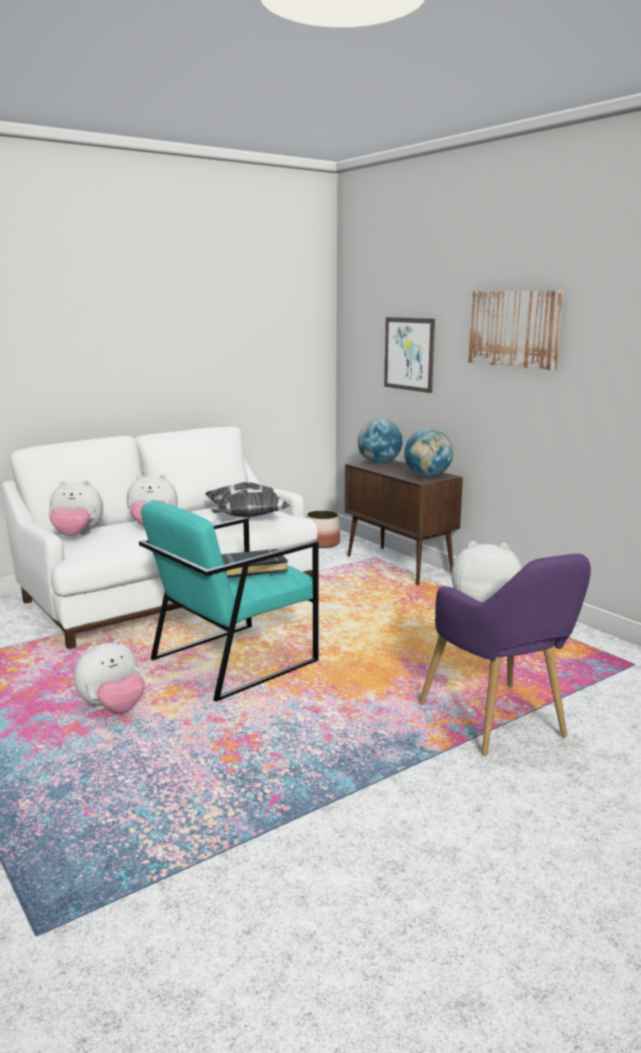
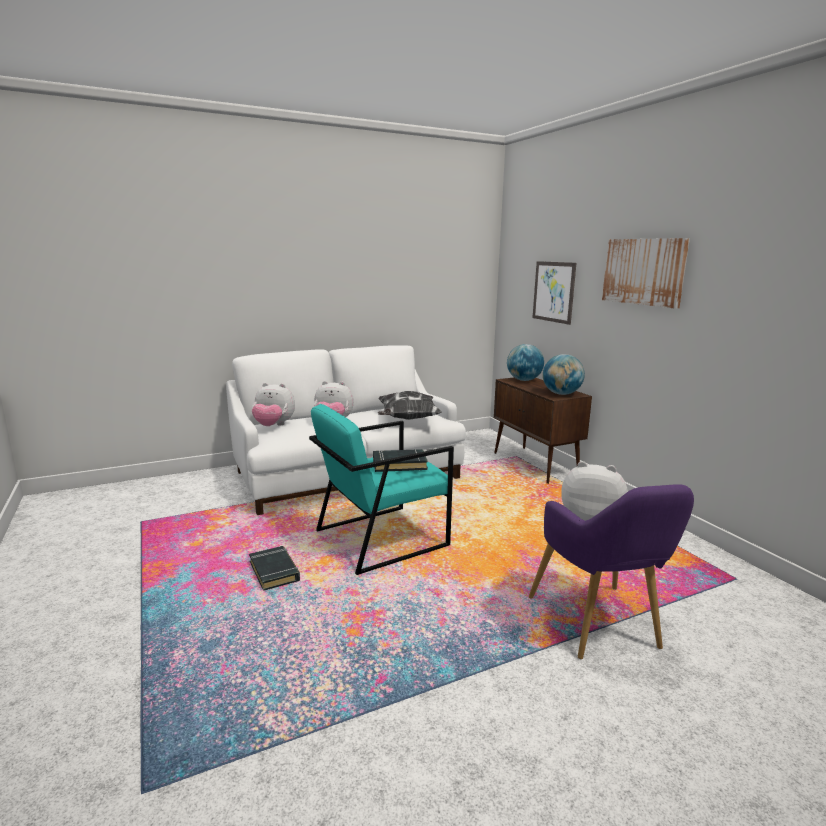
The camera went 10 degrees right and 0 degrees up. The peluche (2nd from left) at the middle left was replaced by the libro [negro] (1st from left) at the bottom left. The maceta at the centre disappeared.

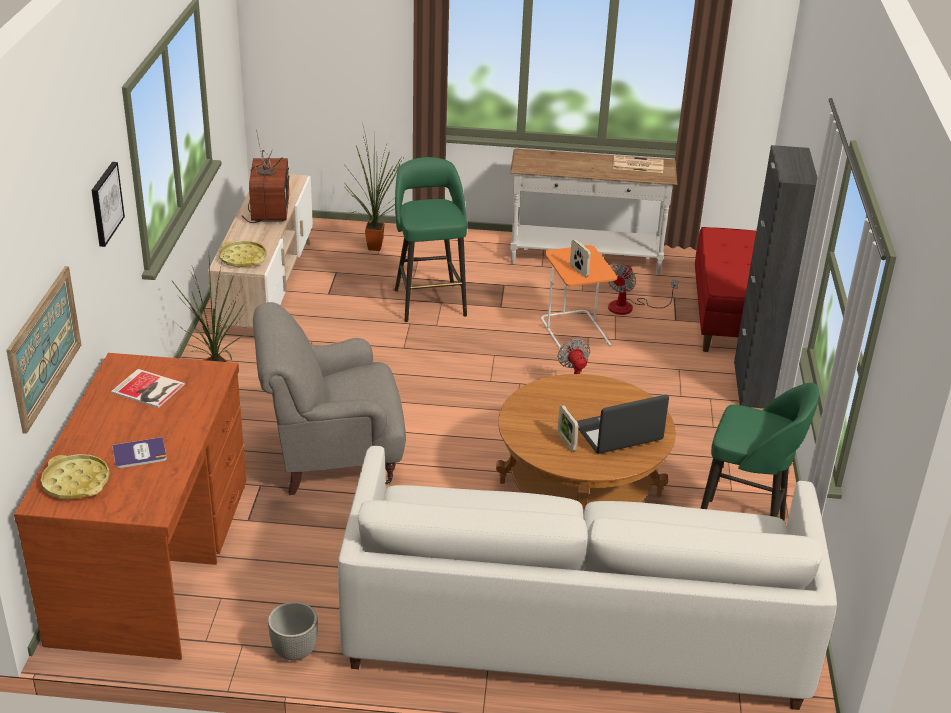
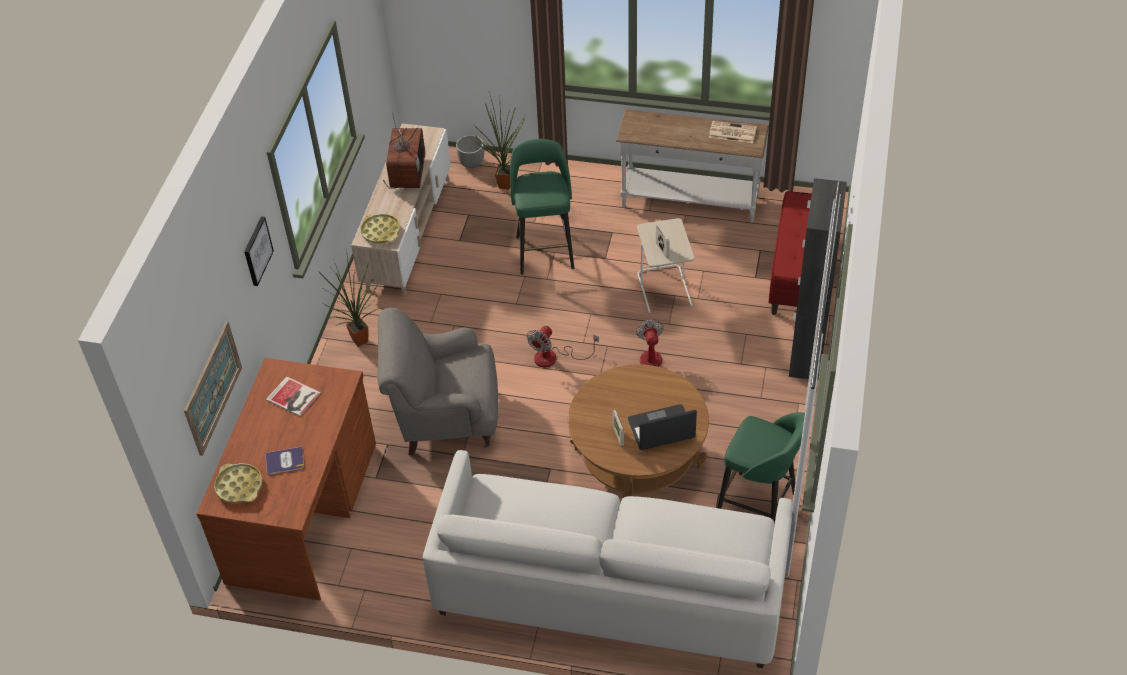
The camera went 10 degrees right and 15 degrees up. The maceta moved from the bottom left to the top centre. The ventilador (2nd from left in the first image) moved from the middle right to the centre. The mesa auxiliar [naranja] at the centre became the mesa auxiliar [beis] at the centre.

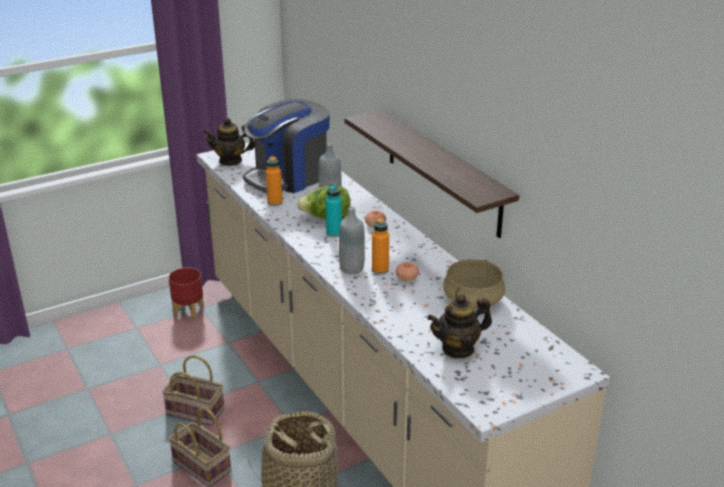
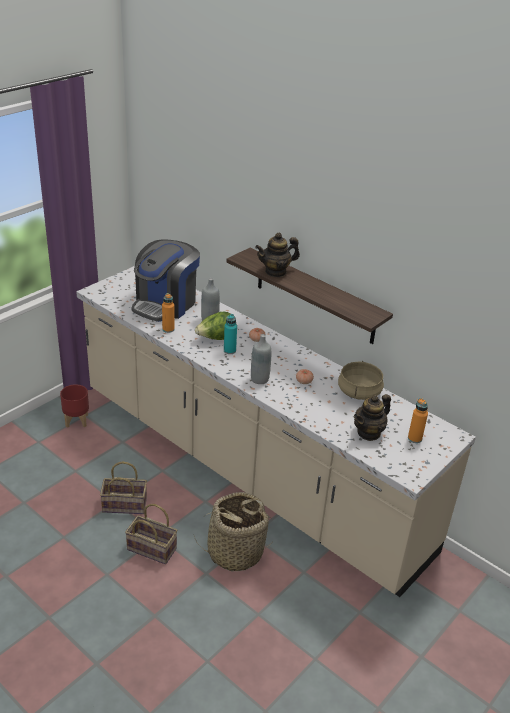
The camera went 20 degrees left and 5 degrees up. The tetera (1st from left) moved from the top left to the centre. The botella [naranja] (2nd from left) moved from the centre to the middle right.

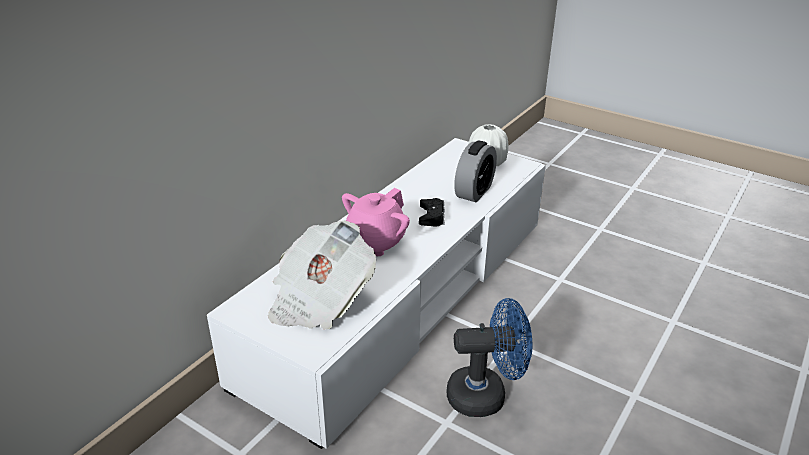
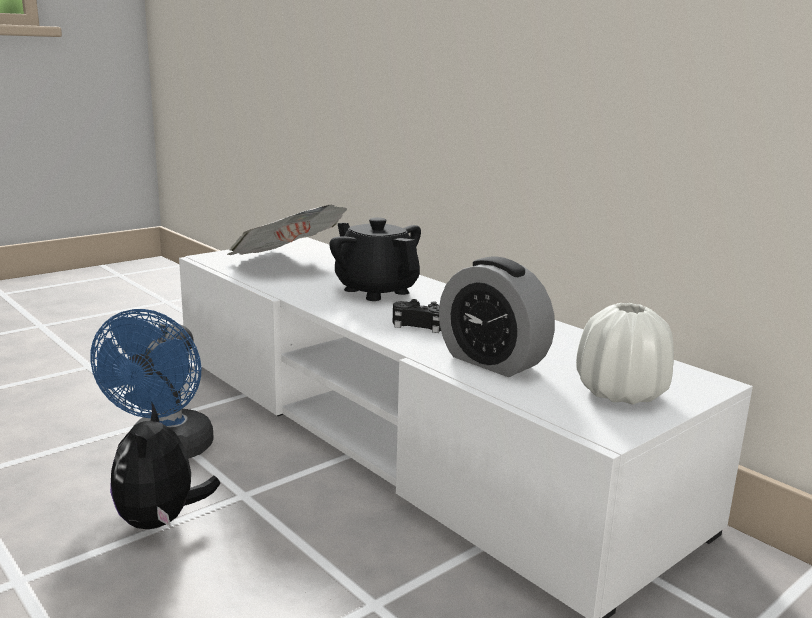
The camera went 105 degrees right and 15 degrees down. The peluche at the bottom left appeared. The tetera [rosa] at the centre became the tetera [negro] at the centre.

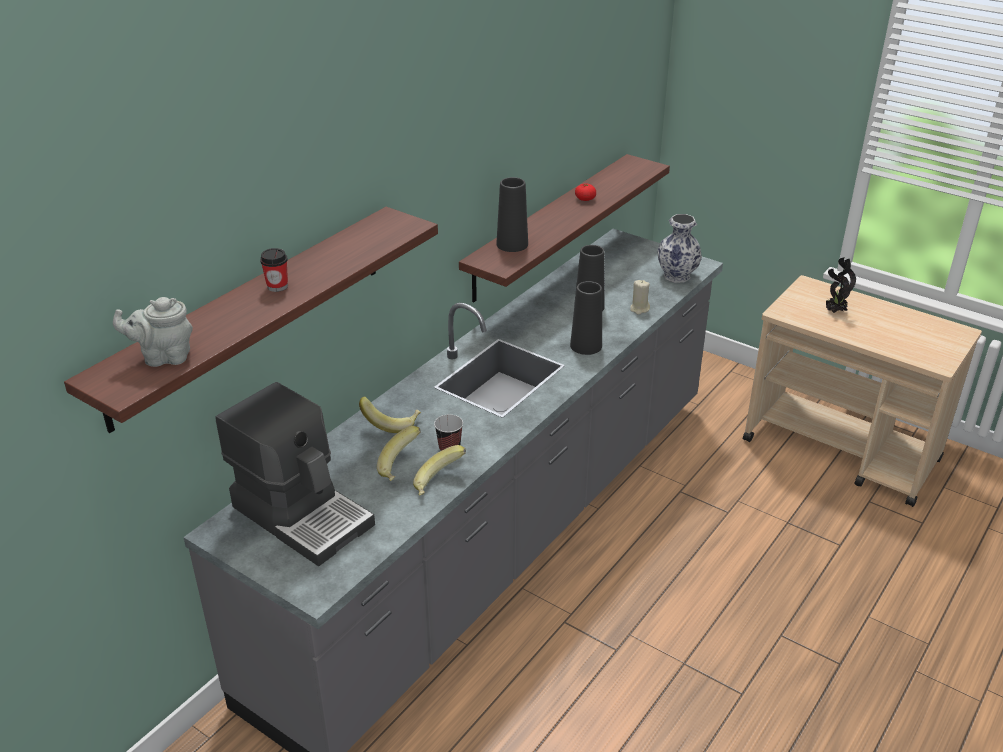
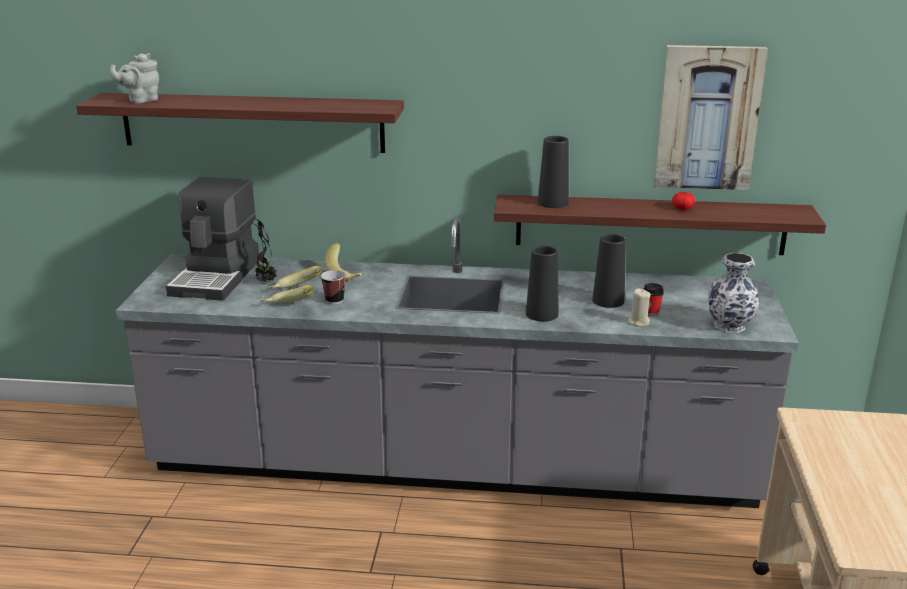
The camera went 60 degrees right and 10 degrees down. The tetera [gris] at the middle left turned 90 degrees counterclockwise. The planta en maceta moved from the middle right to the middle left. The taza (1st from left in the first image) moved from the middle left to the middle right. The cuadro at the top right appeared.

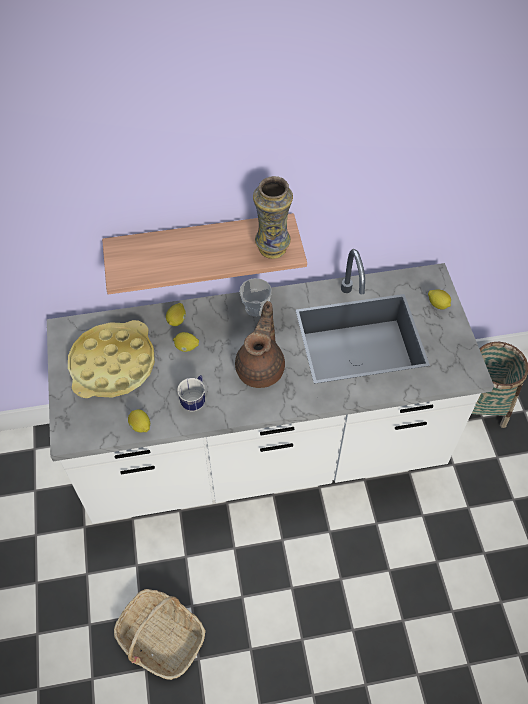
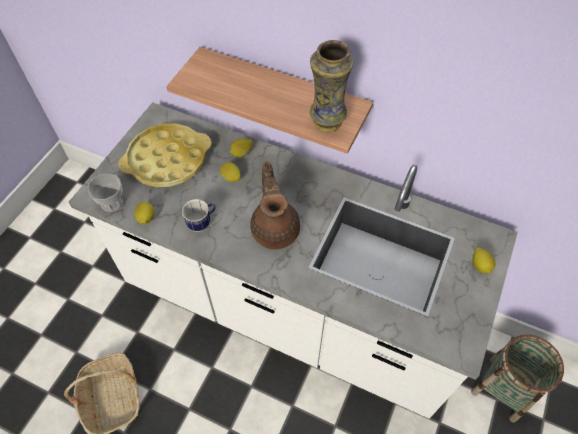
The camera went 35 degrees right and 0 degrees up. The taza moved from the centre to the middle left. The tetera [marrón] at the centre turned 60 degrees counterclockwise.

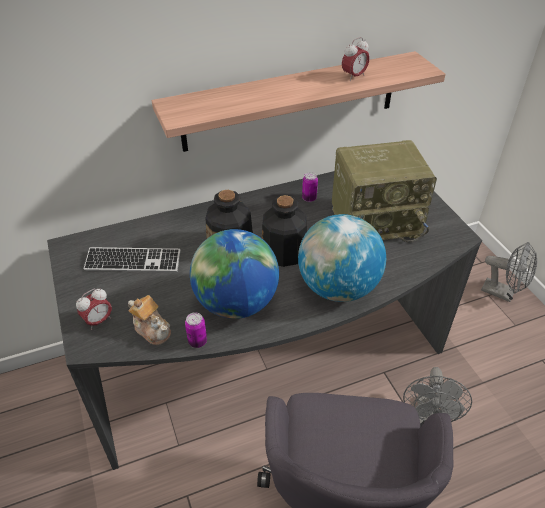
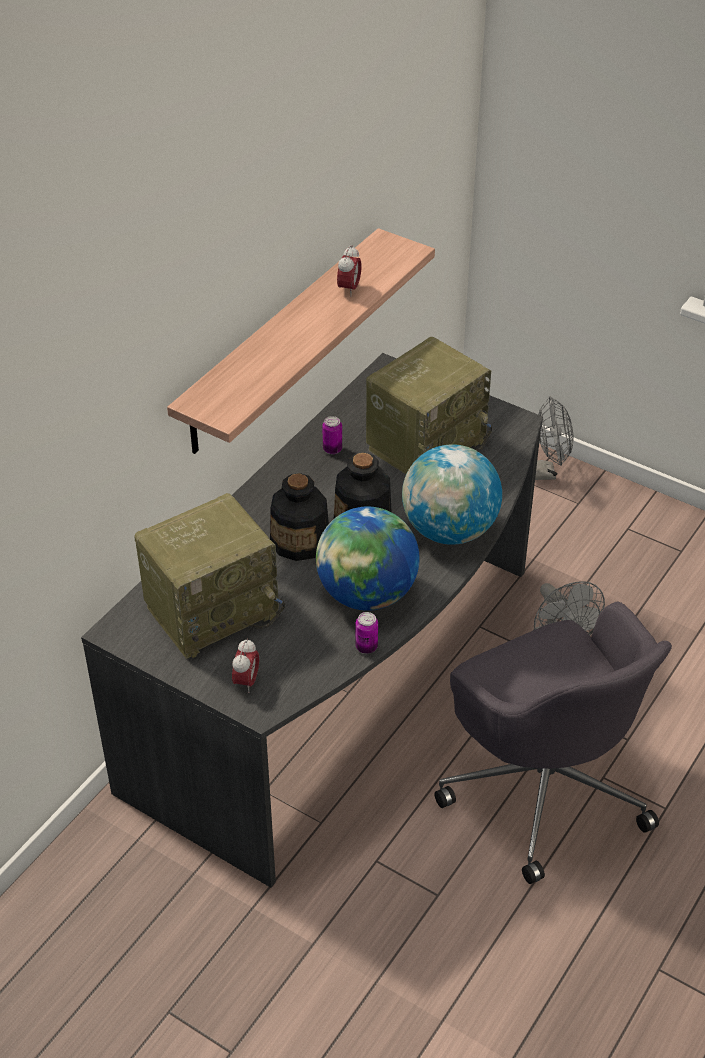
The camera went 35 degrees left and 0 degrees up. The teclado at the middle left was replaced by the radio (1st from left) at the middle left. The tetera at the middle left disappeared.

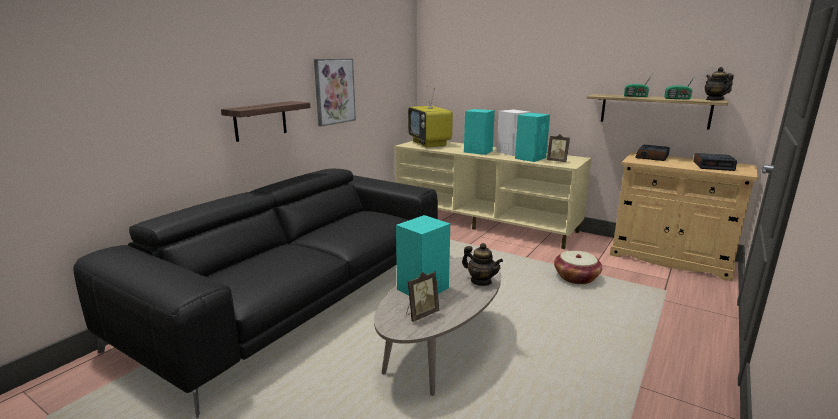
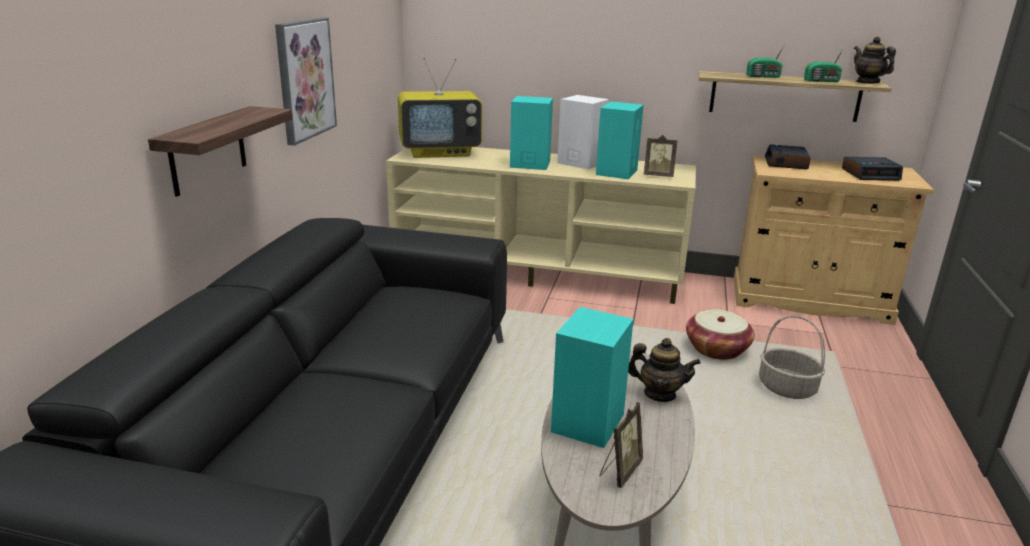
The camera went 20 degrees left and 5 degrees up. The televisor at the top centre turned 60 degrees counterclockwise. The cesta (2nd from left) at the middle right appeared.

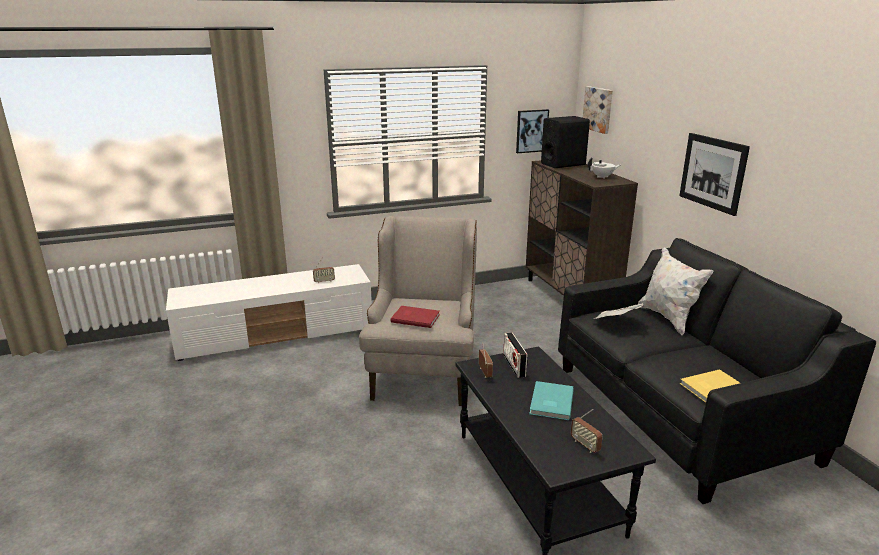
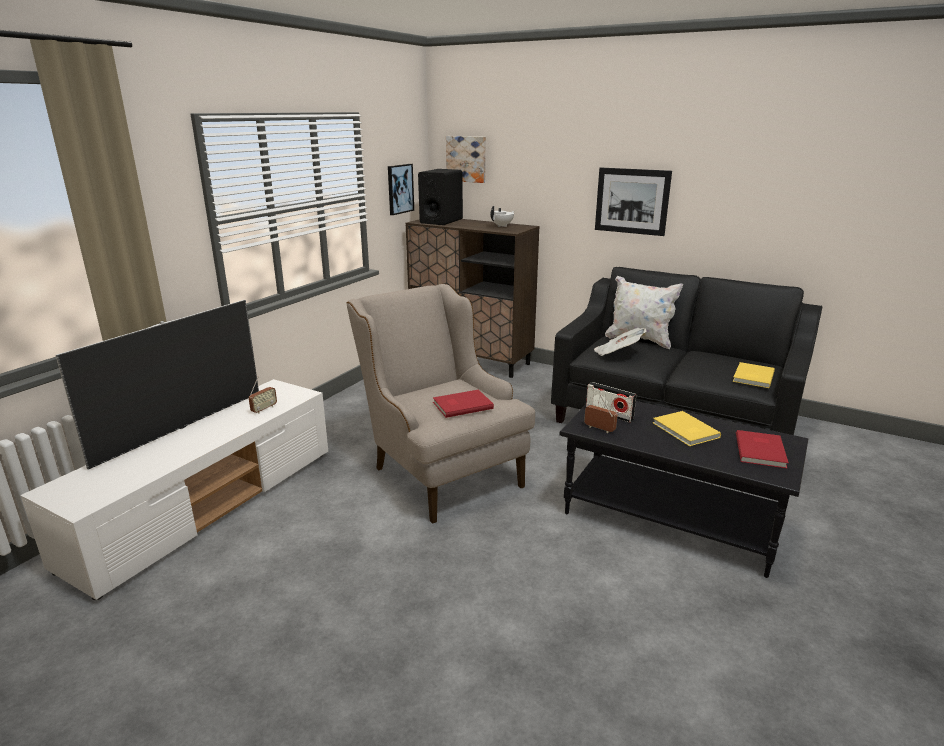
The camera went 40 degrees left and 0 degrees up. The televisor at the middle left appeared. The libro [turquesa] at the bottom centre became the libro [amarillo] (1st from left) at the middle right. The radio (4th from left) at the bottom right was replaced by the libro [rojo] (2nd from left) at the middle right.

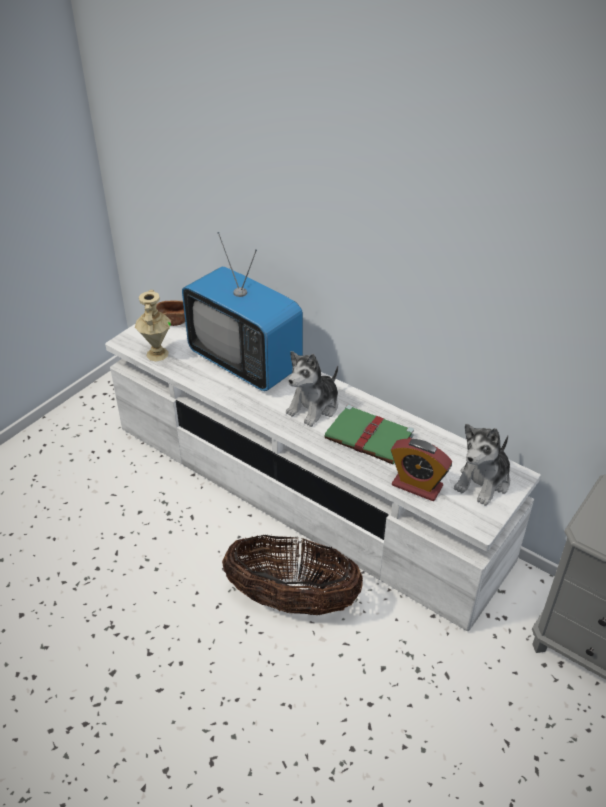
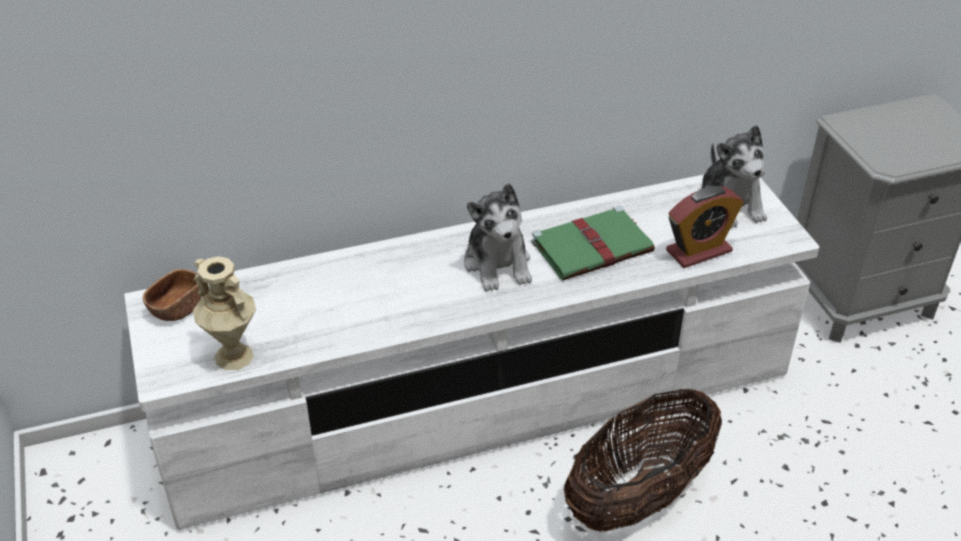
The camera went 55 degrees left and 0 degrees up. The televisor at the centre disappeared.

